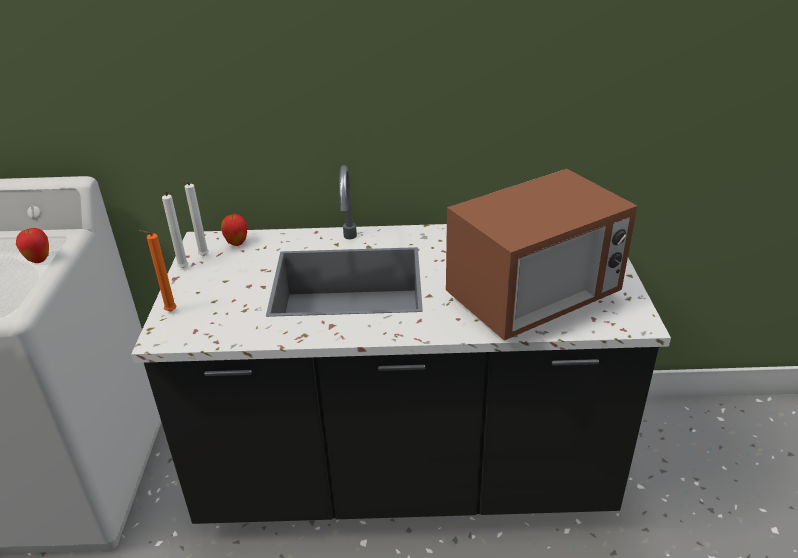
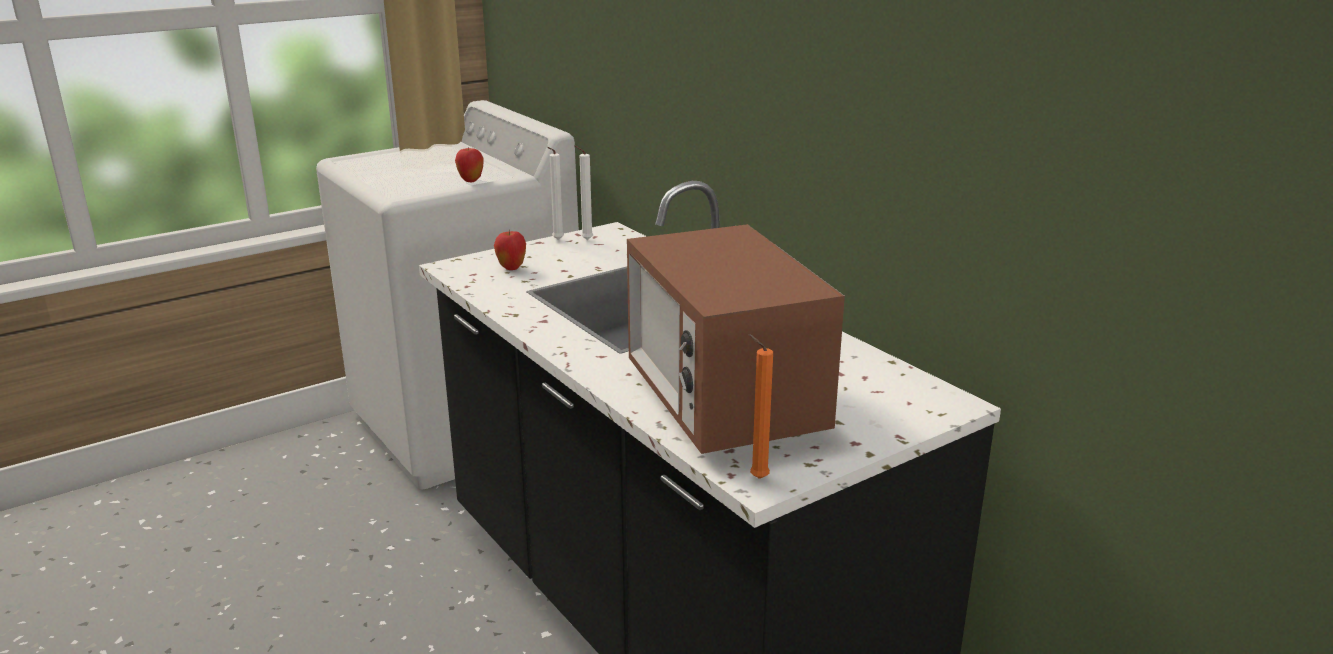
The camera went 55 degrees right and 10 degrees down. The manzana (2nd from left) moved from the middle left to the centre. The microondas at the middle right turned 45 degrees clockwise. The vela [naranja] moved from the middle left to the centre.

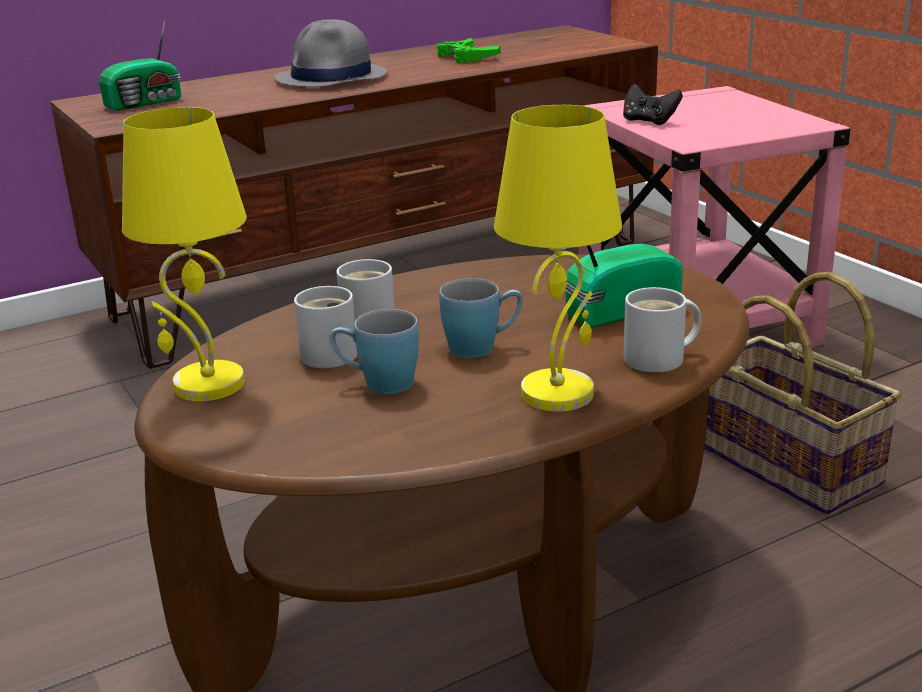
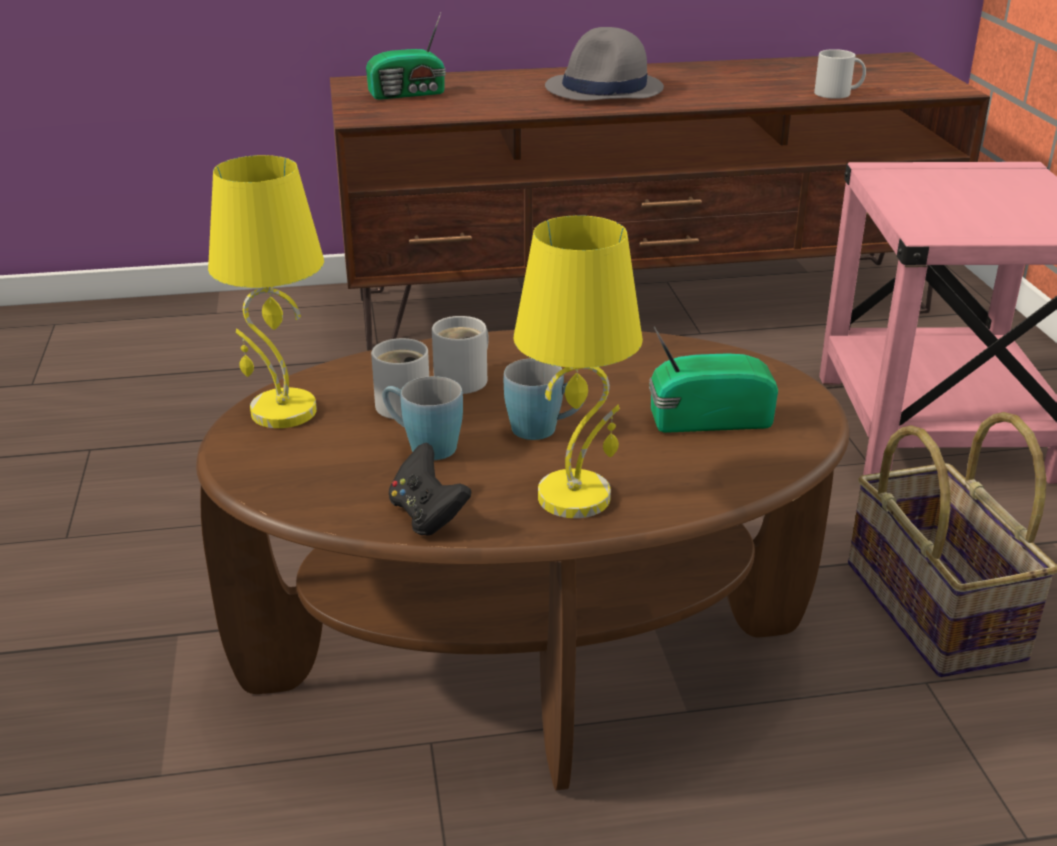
The camera went 20 degrees right and 5 degrees up. The mando de consola [negro] moved from the top right to the centre. The taza grande [blanco] (3rd from left) moved from the middle right to the top right. The mando de consola [verde] at the top centre disappeared.

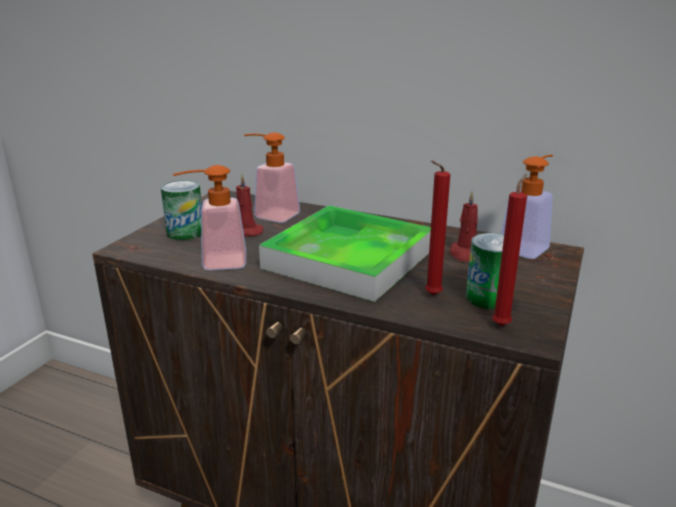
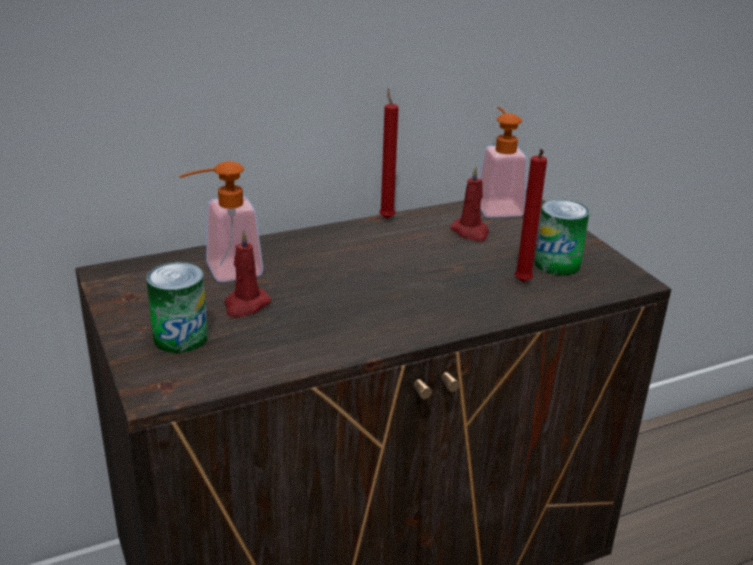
The camera went 50 degrees left and 5 degrees up. The vela [rojo] (4th from left in the first image) moved from the middle right to the top centre. The dispensador de jabón (1st from left) at the middle left disappeared. The bandeja at the centre disappeared.

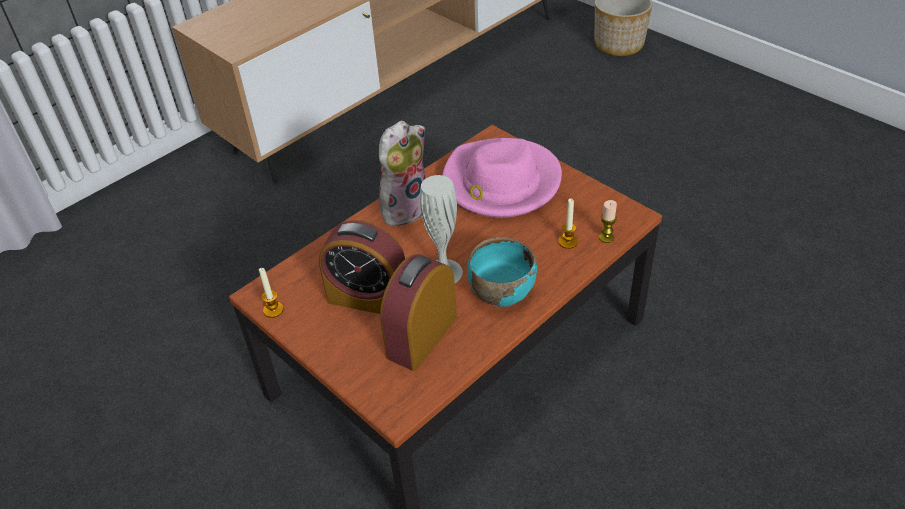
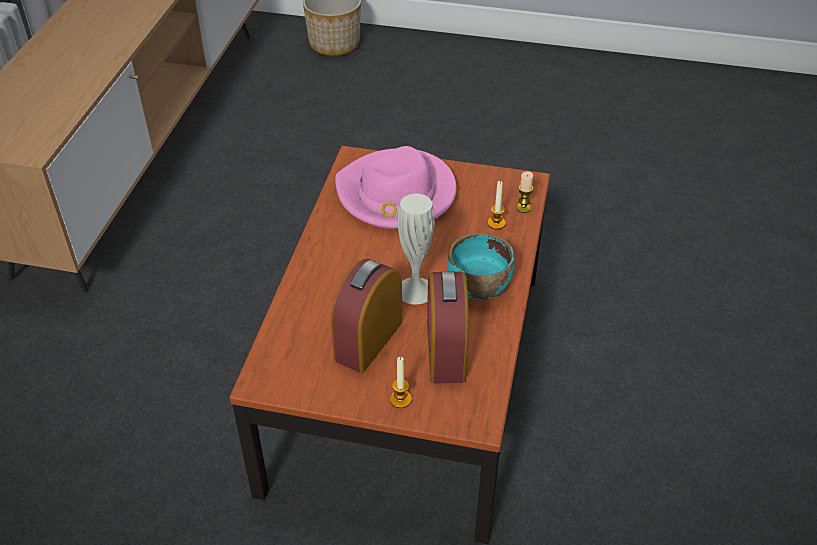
The camera went 35 degrees left and 0 degrees up. The despertador (1st from left) at the centre turned 135 degrees clockwise. The vela (1st from left) moved from the middle left to the bottom centre. The peluche at the centre disappeared.

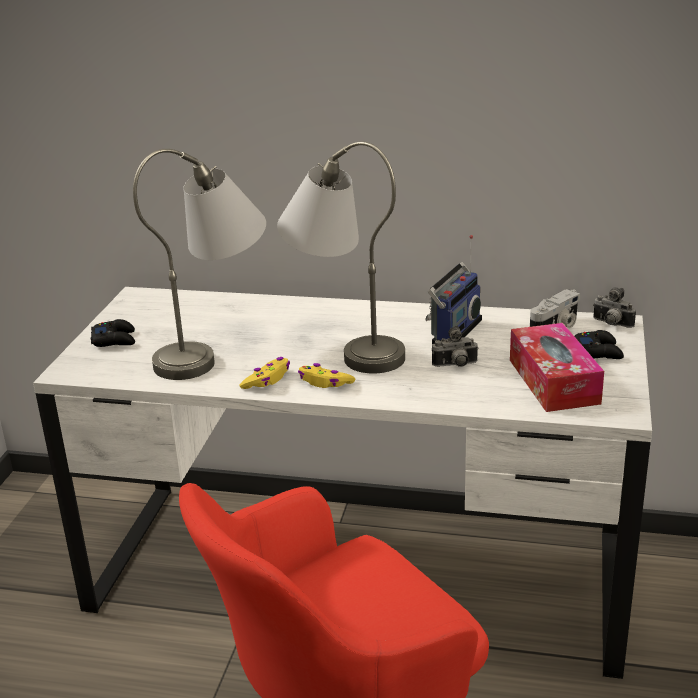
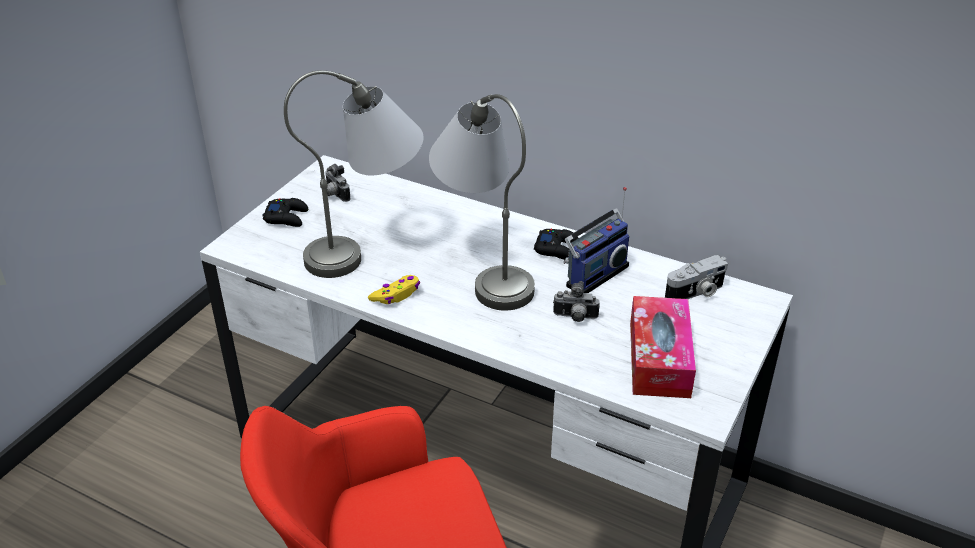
The camera went 15 degrees right and 10 degrees up. The cámara (3rd from left in the first image) moved from the middle right to the centre. The mando de consola [negro] (2nd from left) moved from the middle right to the centre. The mando de consola [amarillo] (2nd from left) at the centre disappeared.

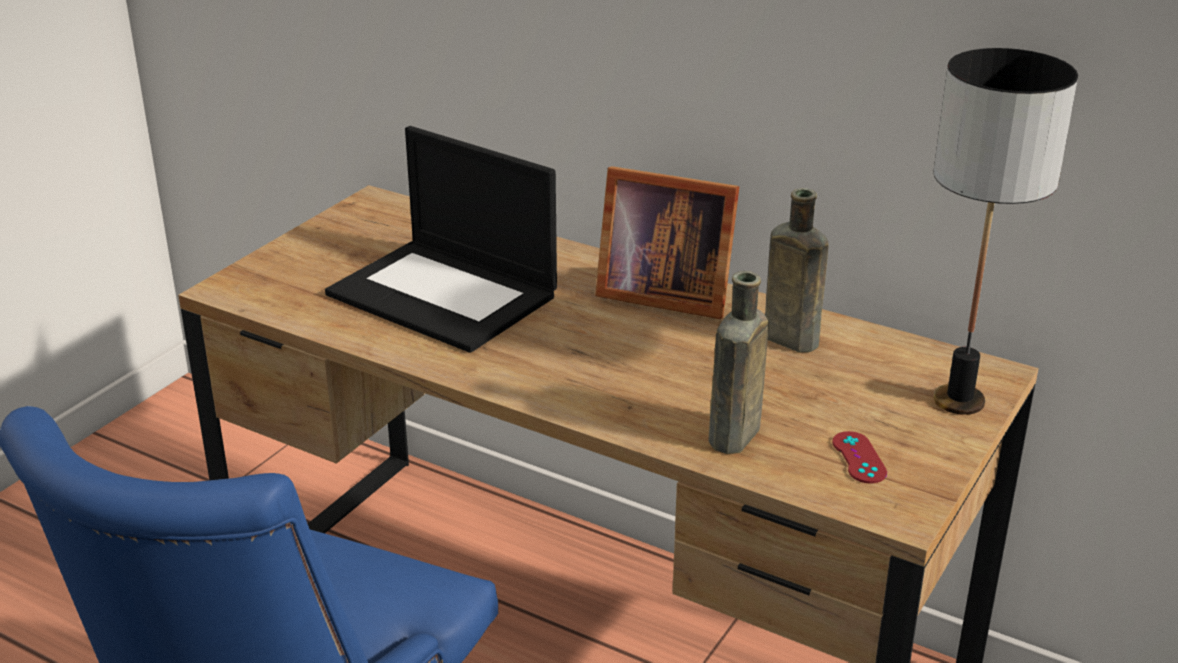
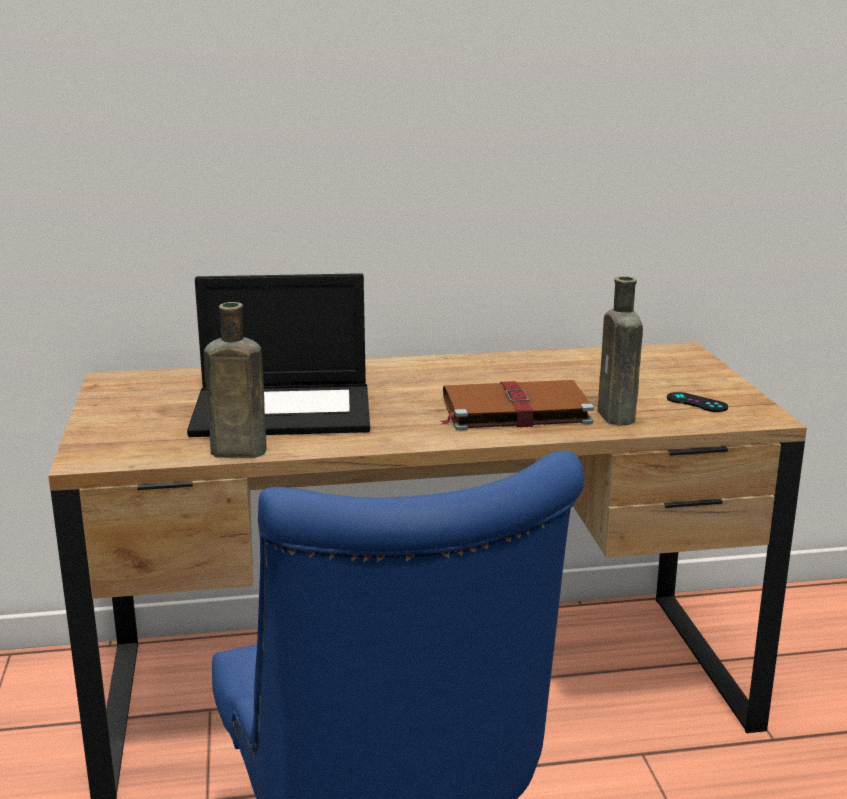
The camera went 40 degrees left and 10 degrees down. The botella [marrón] (2nd from left in the first image) moved from the middle right to the middle left. The libro [marrón] at the centre appeared. The mando de consola [rojo] at the bottom right became the mando de consola [negro] at the middle right. The portarretratos at the centre disappeared. The lámpara de mesa at the middle right disappeared.

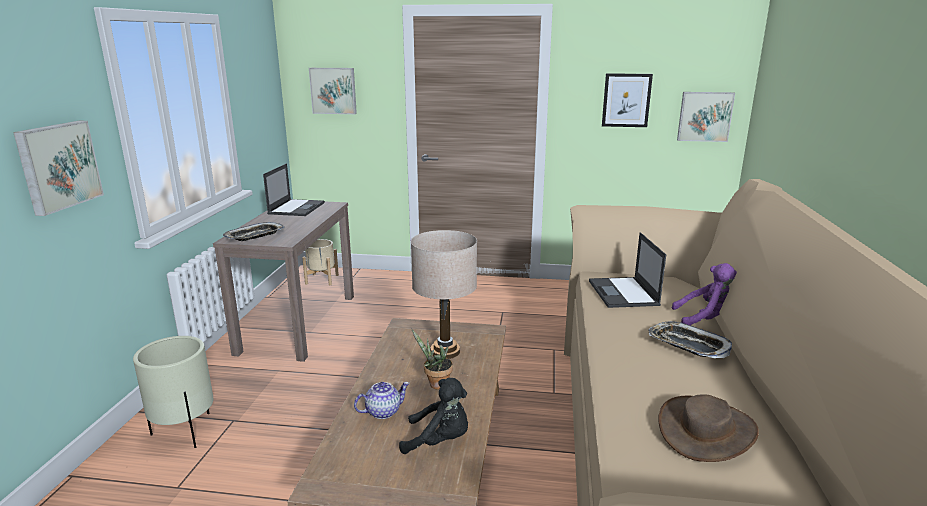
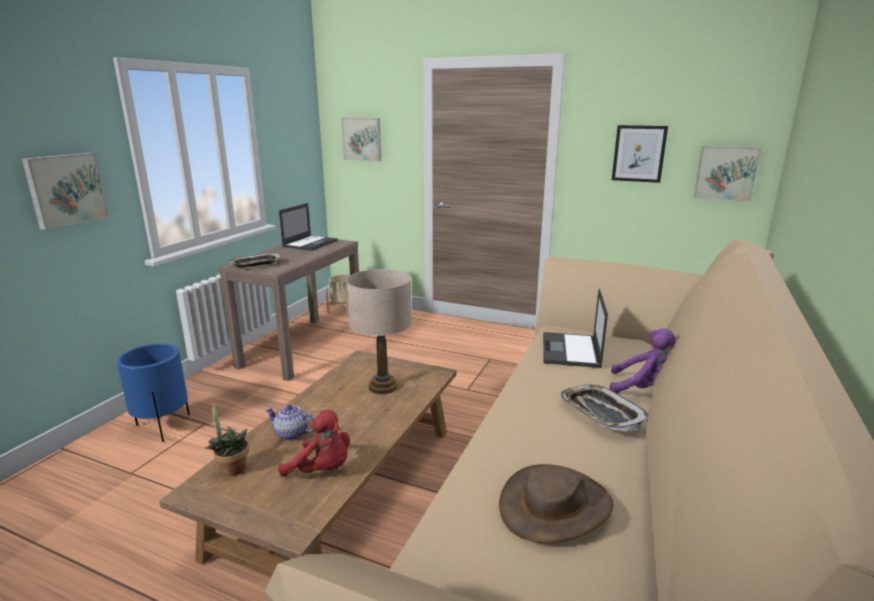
The camera went 15 degrees right and 0 degrees up. The maceta [beis] (1st from left) at the bottom left became the maceta [azul] at the middle left. The planta en maceta moved from the bottom centre to the bottom left. The tetera at the bottom centre turned 150 degrees counterclockwise. The peluche [negro] at the bottom centre became the peluche [rojo] at the bottom centre.

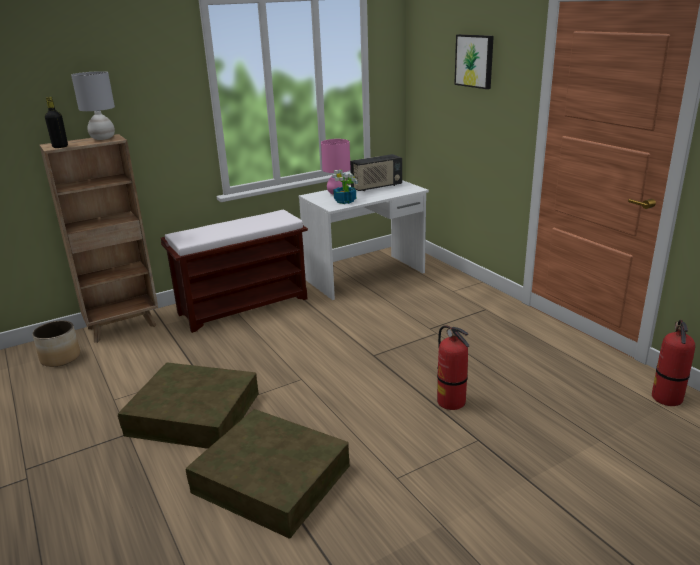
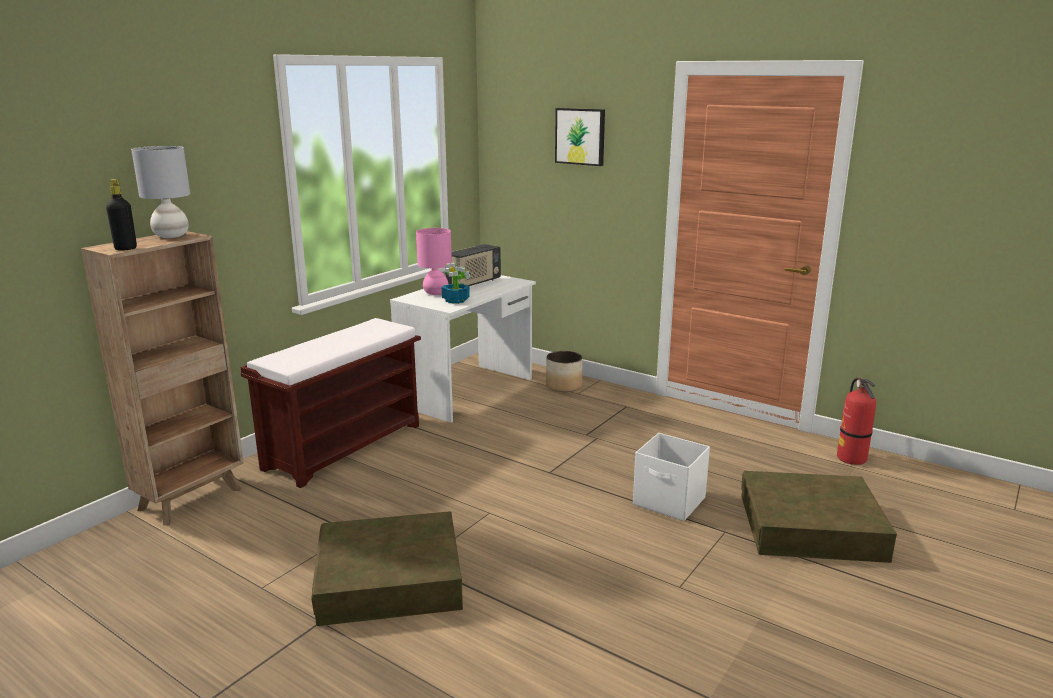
The camera went 25 degrees left and 5 degrees down. The maceta moved from the middle left to the centre. The extintor (1st from left) at the centre was replaced by the caja de almacenaje [blanco] at the bottom centre. The caja de almacenaje [marrón] (2nd from left) moved from the bottom centre to the bottom right.

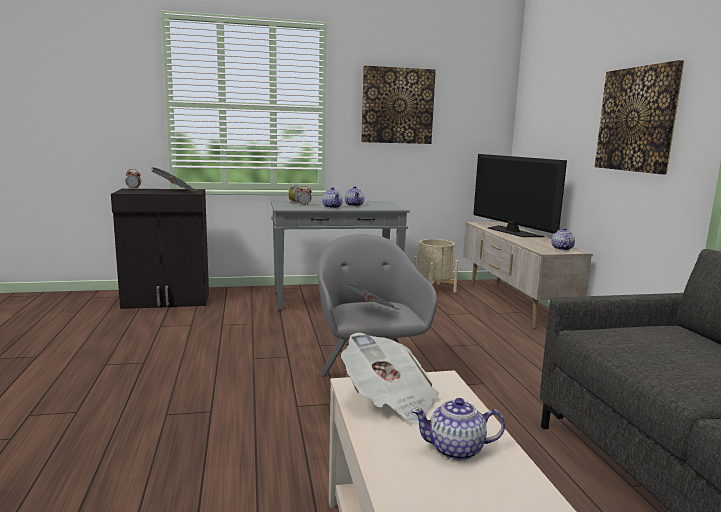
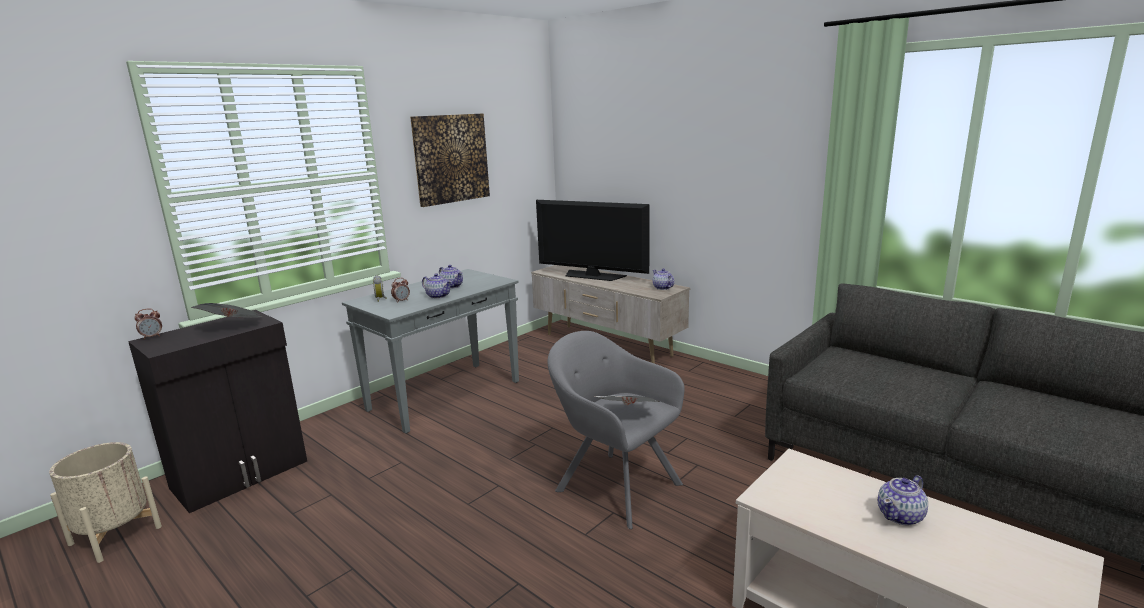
The camera went 35 degrees left and 5 degrees up. The maceta [beis] moved from the centre to the bottom left. The periódico (3rd from left) at the bottom centre disappeared. The cuadro (2nd from left) at the top right disappeared.

